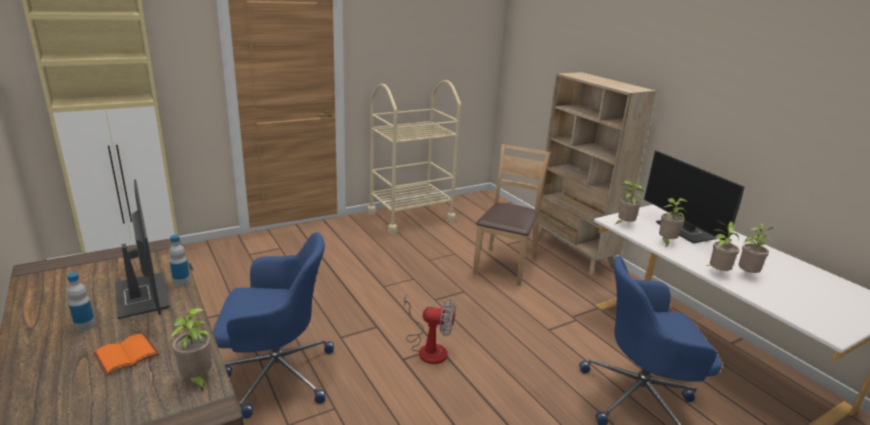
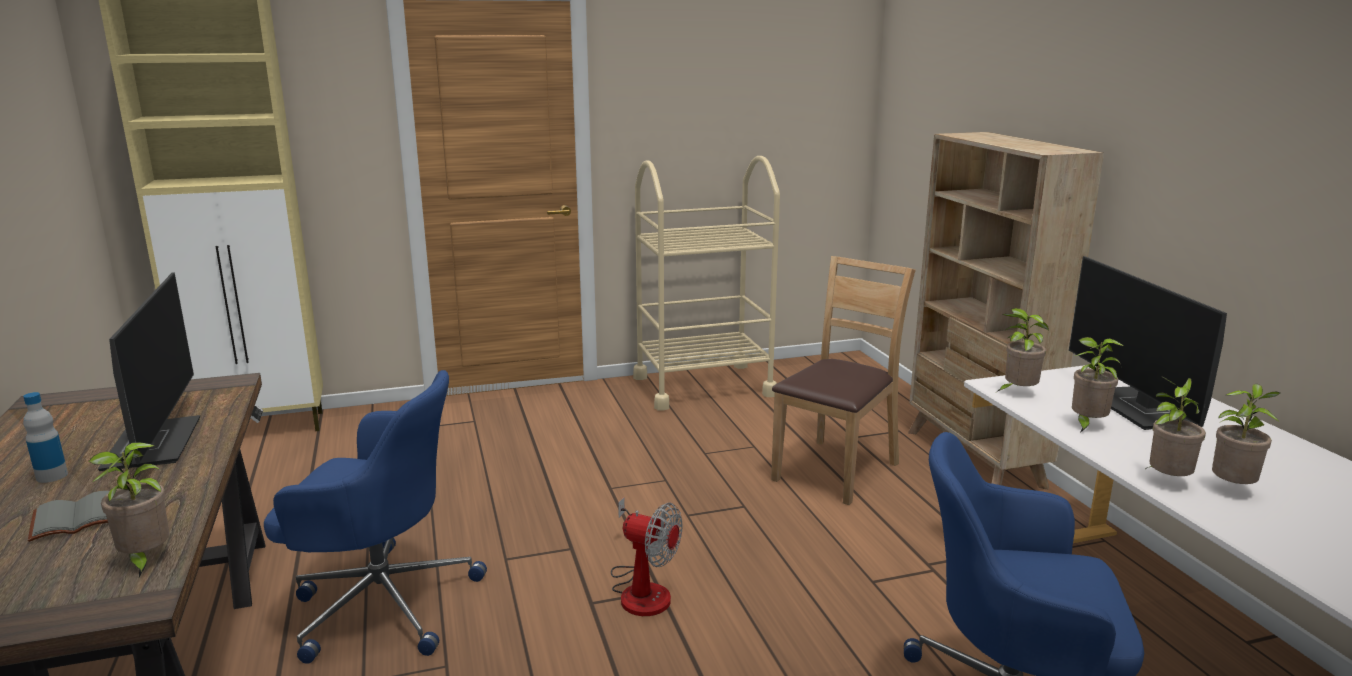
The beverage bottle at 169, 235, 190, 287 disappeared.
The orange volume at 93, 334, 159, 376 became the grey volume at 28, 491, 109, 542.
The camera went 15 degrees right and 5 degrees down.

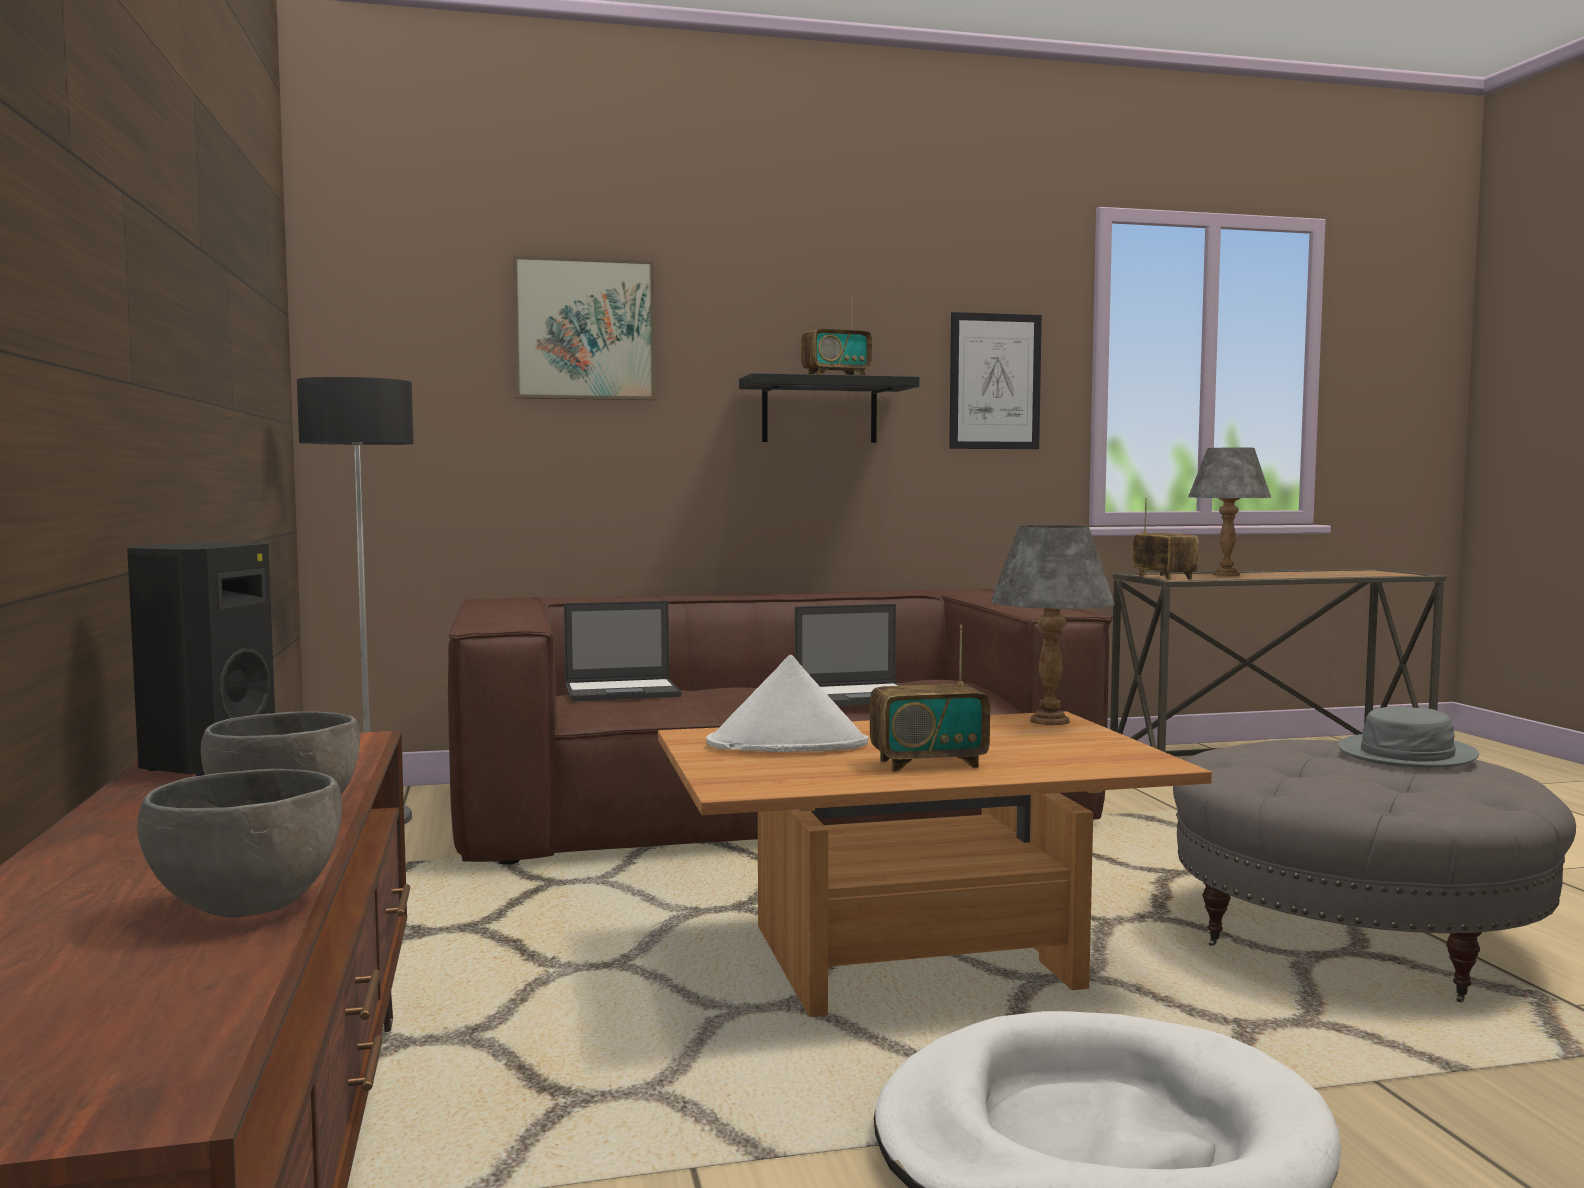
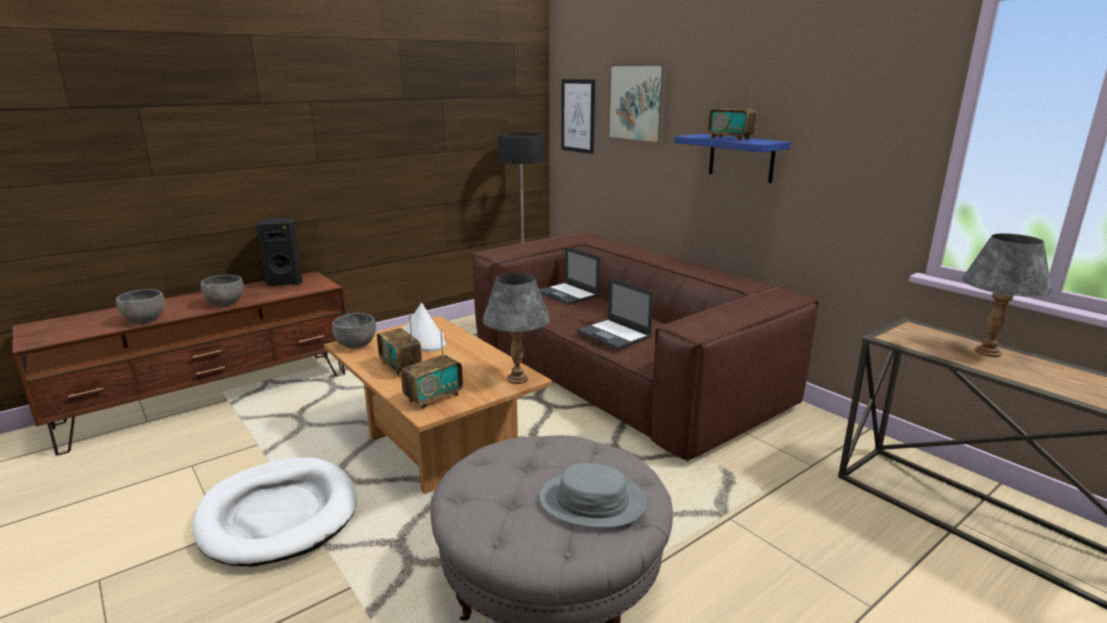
The wall picture moved from 950, 312, 1042, 449 to 561, 79, 595, 154.
The black-coloured wall shelf at 739, 373, 919, 443 became the bluish wall shelf at 674, 134, 790, 183.
The radio moved from 1133, 498, 1199, 580 to 401, 329, 463, 410.
The grey bowl at 332, 313, 376, 349 appeared.
The camera went 65 degrees right and 15 degrees up.

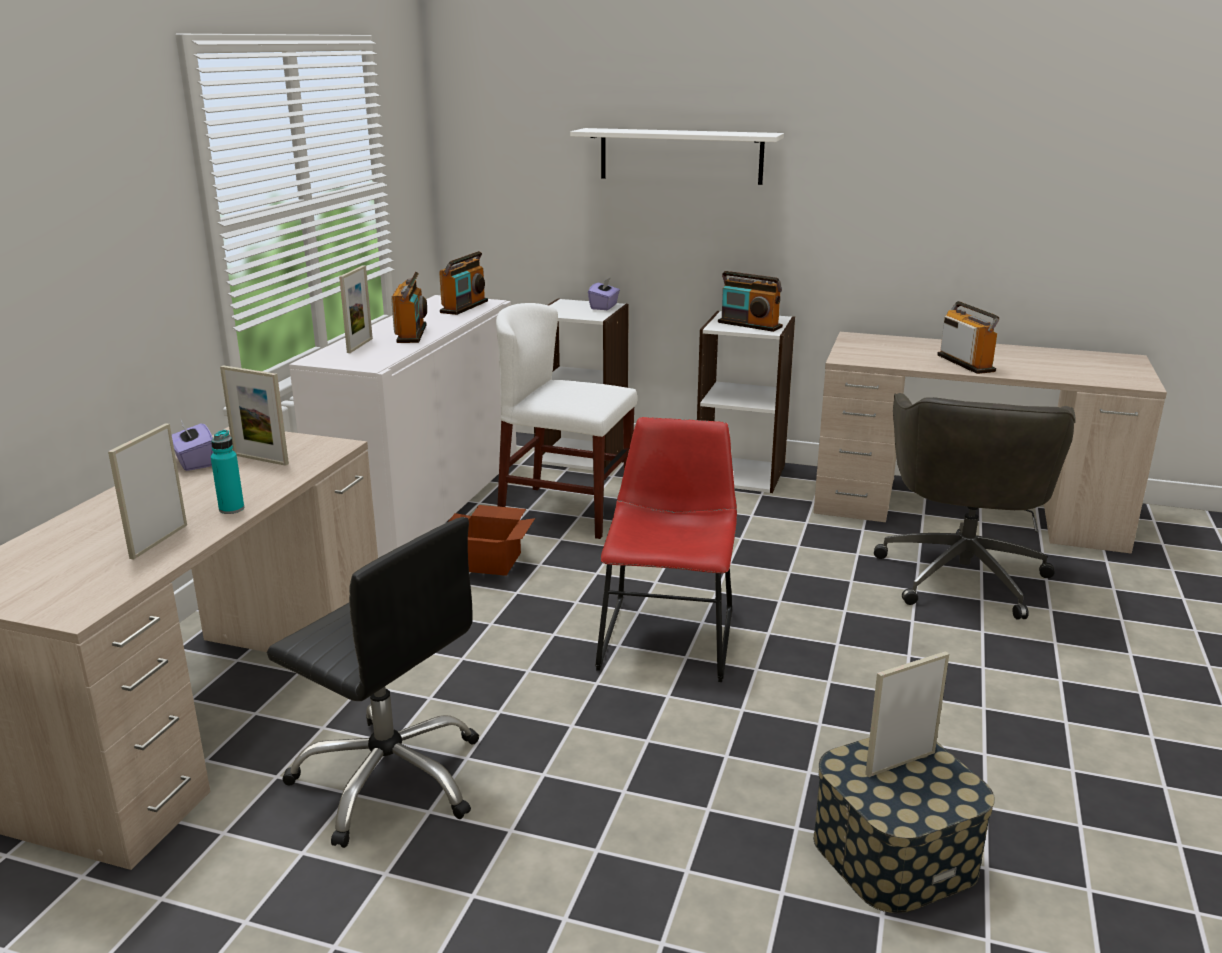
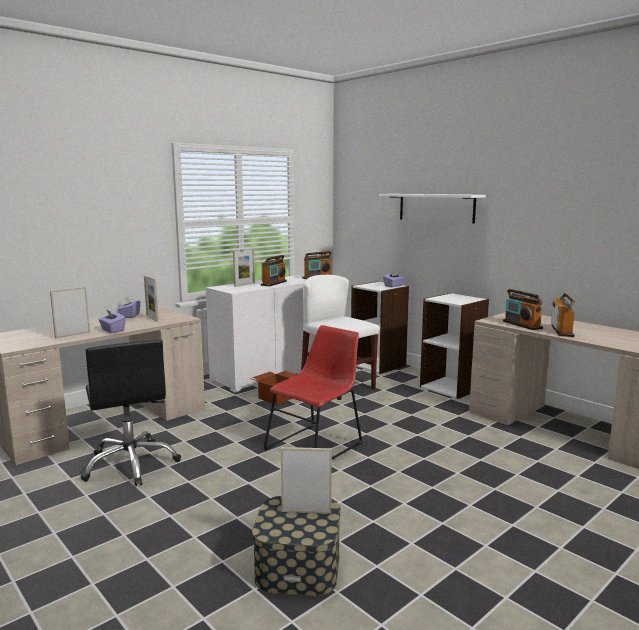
The radio moved from 718, 271, 783, 332 to 503, 289, 543, 330.
The grey desk chair at 874, 393, 1076, 620 disappeared.
The turquoise-coloured beverage bottle at 211, 430, 244, 514 was replaced by the purplish box of tissues at 99, 309, 126, 333.
The camera went 30 degrees right and 10 degrees down.

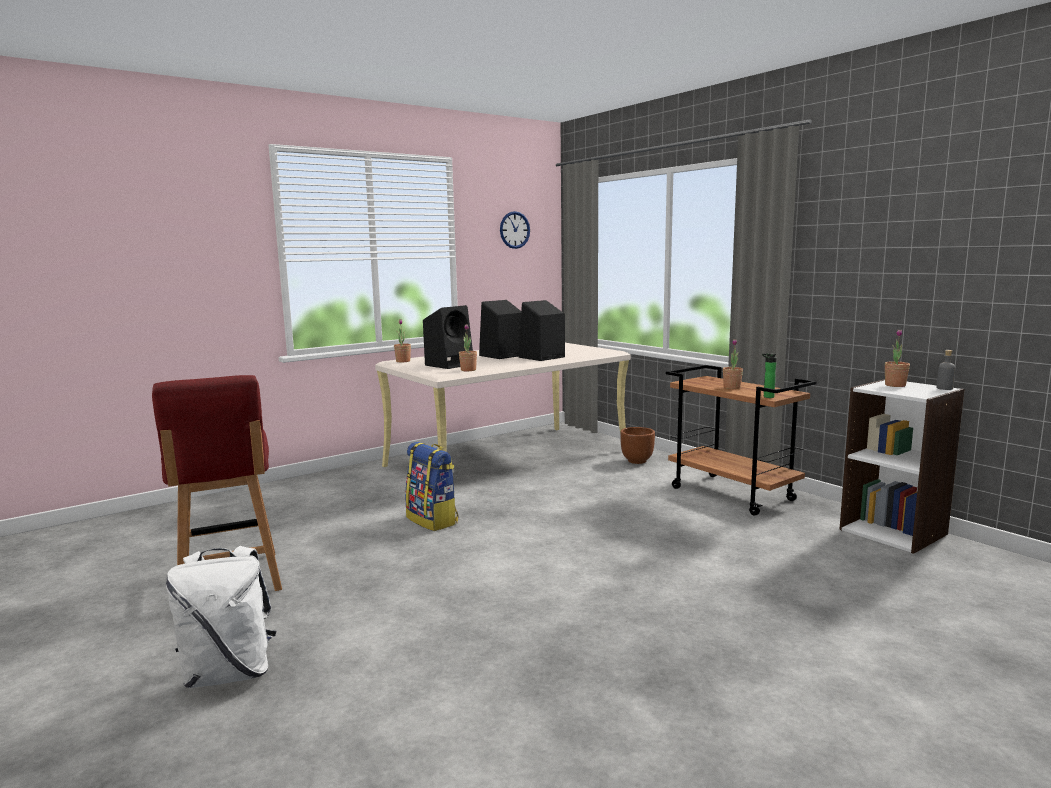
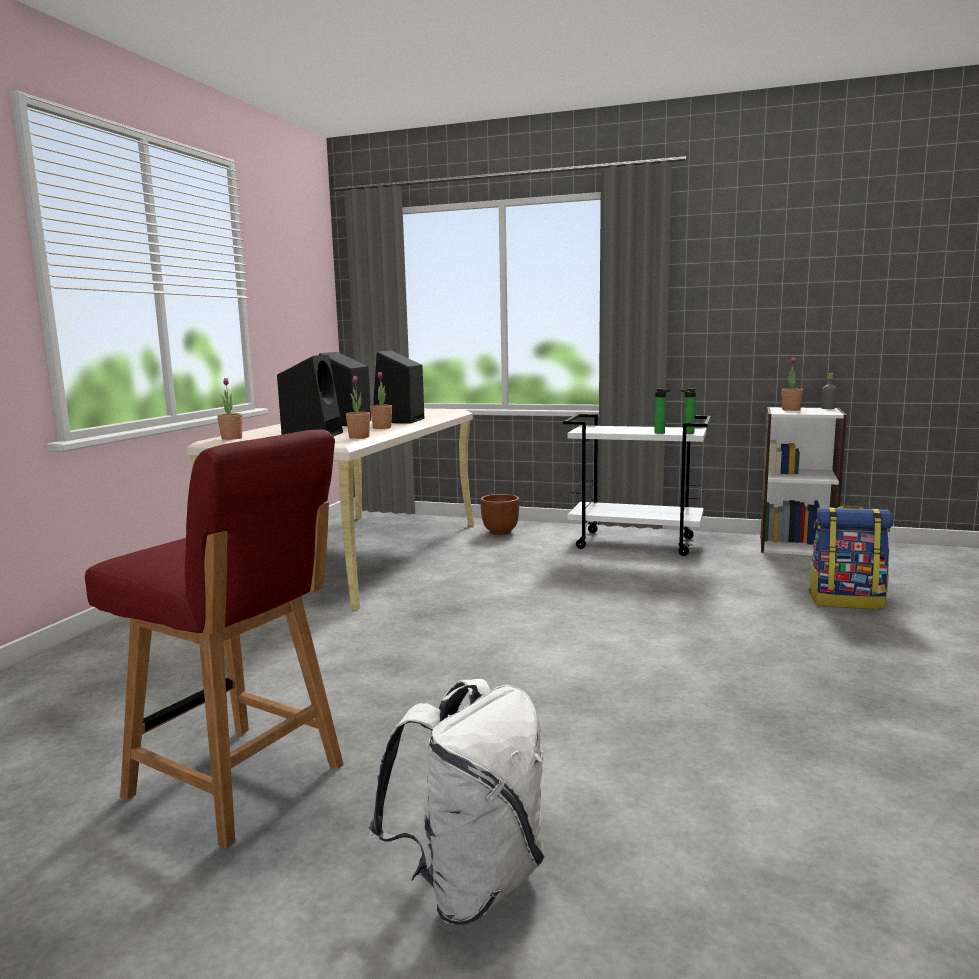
The hanging clock at 500, 211, 530, 249 disappeared.
The plant in a pot moved from 723, 339, 743, 389 to 370, 372, 392, 429.
The brownish cart at 666, 365, 817, 516 became the whitish cart at 563, 414, 711, 556.
The knapsack moved from 405, 442, 459, 531 to 809, 506, 893, 609.
The beverage bottle at 654, 389, 670, 434 appeared.
The camera went 35 degrees left and 0 degrees up.

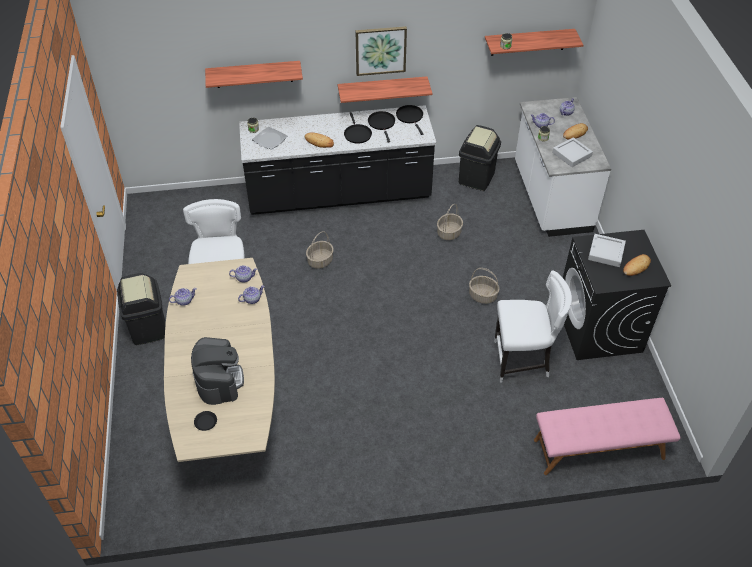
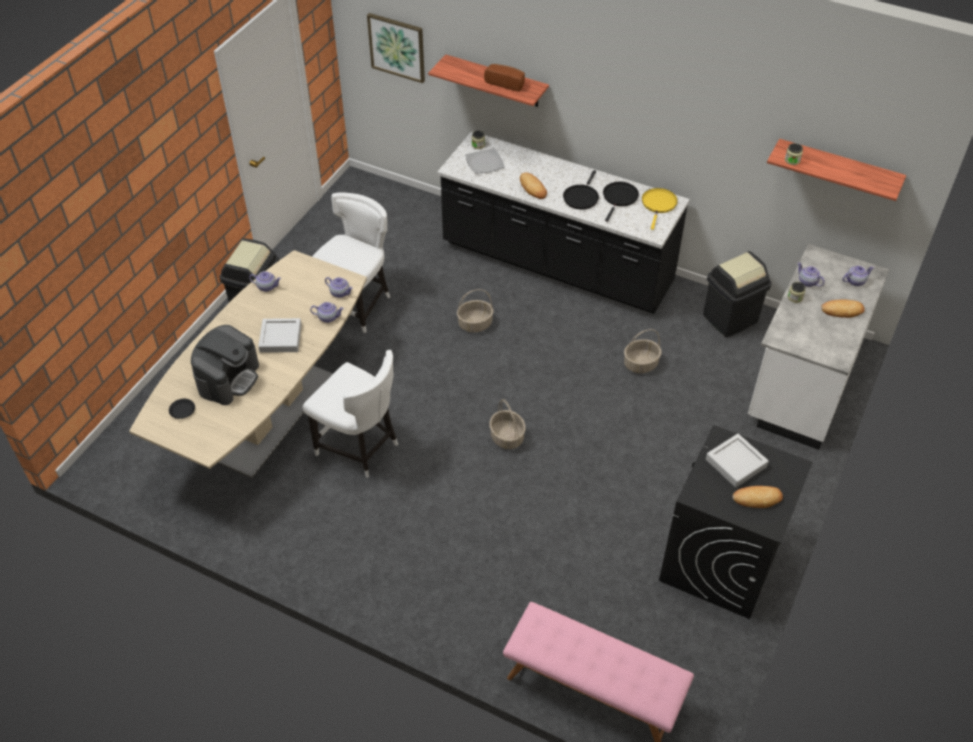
The wall picture moved from 356, 26, 407, 76 to 367, 13, 425, 83.
The wall shelf at 338, 76, 433, 103 disappeared.
The black-coloured pan at 396, 105, 423, 135 became the yellow pan at 642, 188, 678, 230.
The grey carrying tray moved from 552, 137, 593, 167 to 258, 318, 302, 353.
The basket moved from 469, 268, 500, 304 to 489, 399, 526, 449.
The whitish chair moved from 494, 270, 572, 383 to 303, 350, 398, 478.
The bakery bread at 484, 64, 525, 92 appeared.
The camera went 35 degrees right and 0 degrees up.

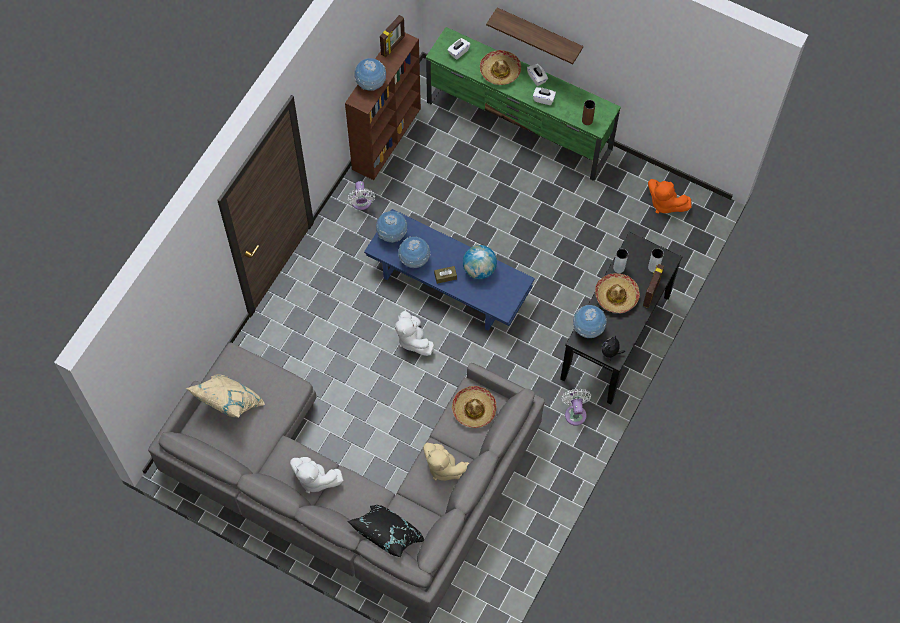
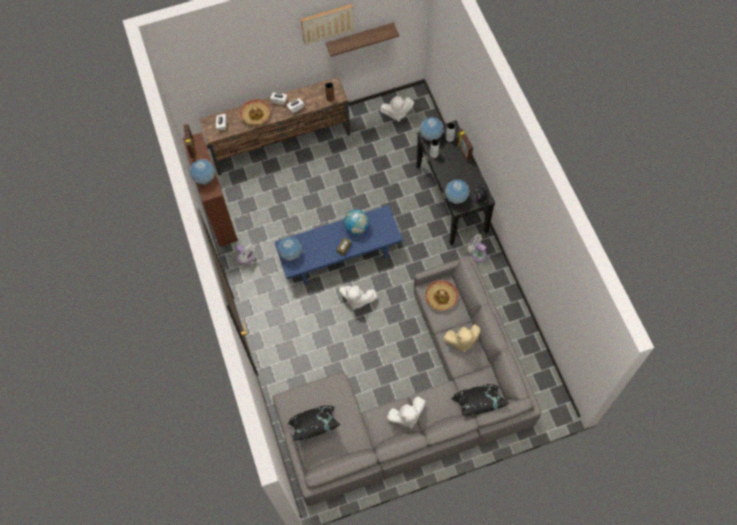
The wall shelf moved from 486, 8, 583, 64 to 326, 23, 399, 57.
The green-coloured tv stand at 426, 27, 621, 181 became the brownish tv stand at 199, 77, 351, 176.
The orange plush toy at 648, 179, 692, 214 became the whitish plush toy at 380, 96, 414, 122.
The globe moved from 398, 237, 431, 268 to 420, 117, 444, 141.
The hat at 595, 273, 640, 313 disappeared.
The sand-coloured pillow at 186, 374, 265, 417 became the black-coloured pillow at 288, 405, 341, 440.
The wall picture at 301, 4, 354, 44 appeared.
The camera went 45 degrees left and 0 degrees up.

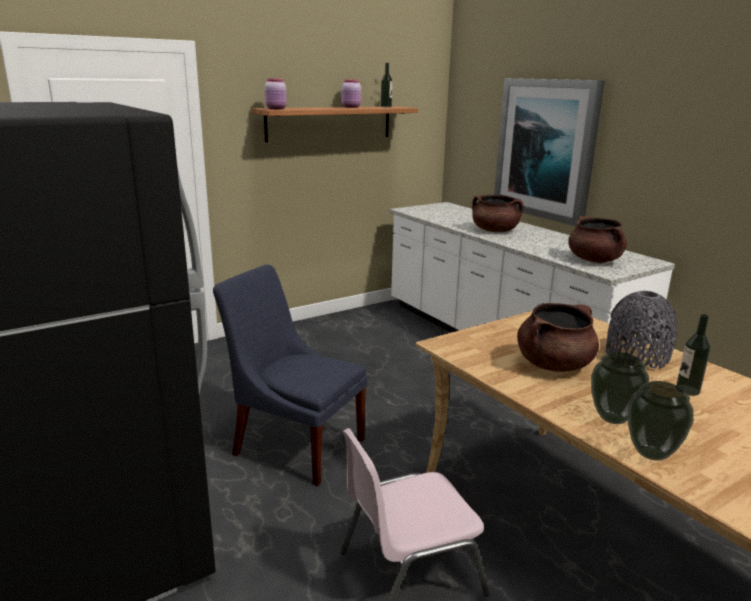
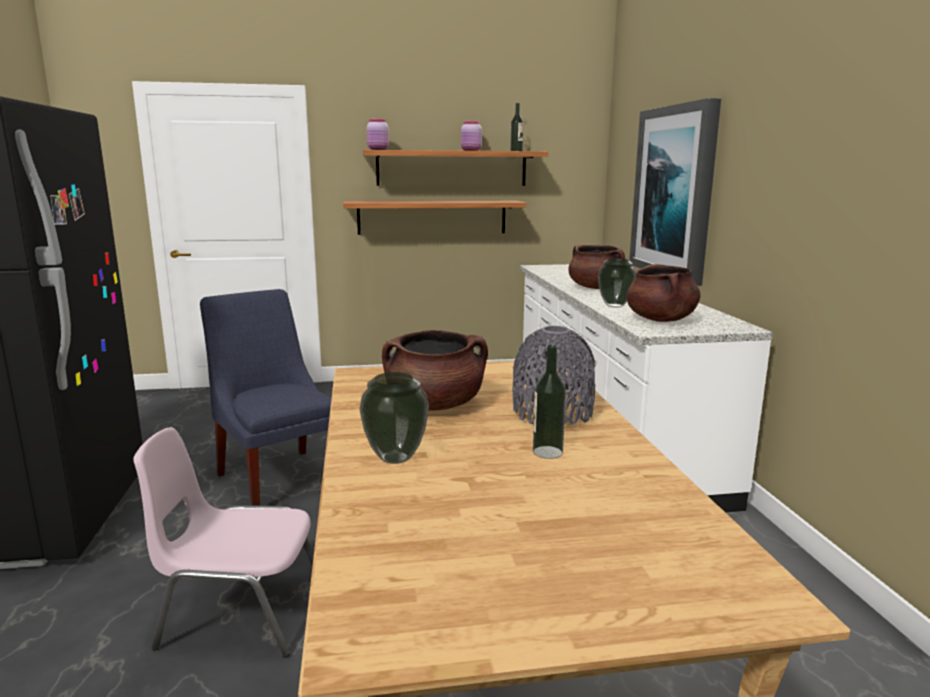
The flower vase moved from 628, 381, 694, 461 to 598, 258, 636, 308.
The wall shelf at 343, 201, 526, 235 appeared.
The camera went 25 degrees right and 5 degrees down.

